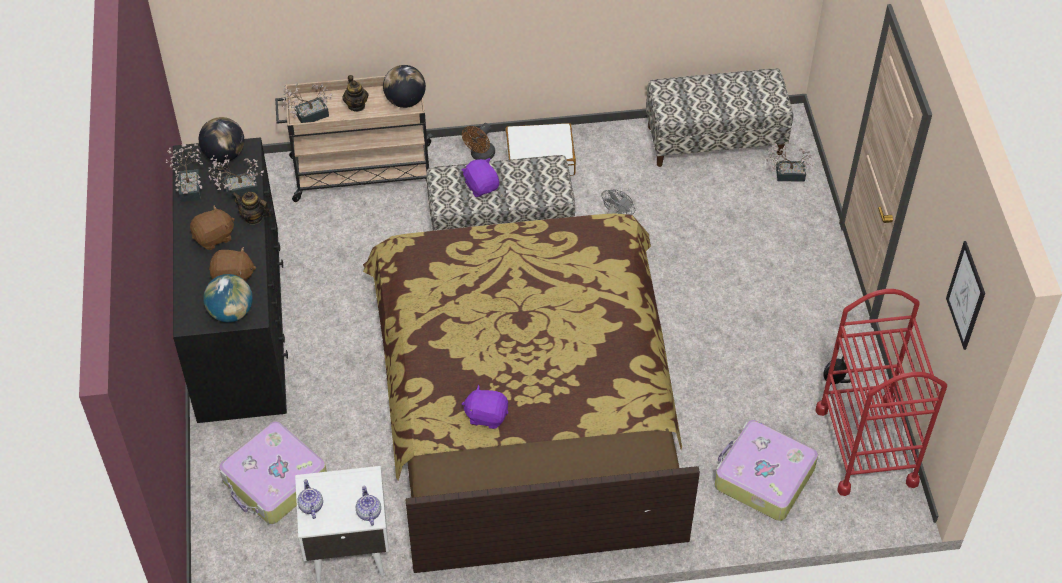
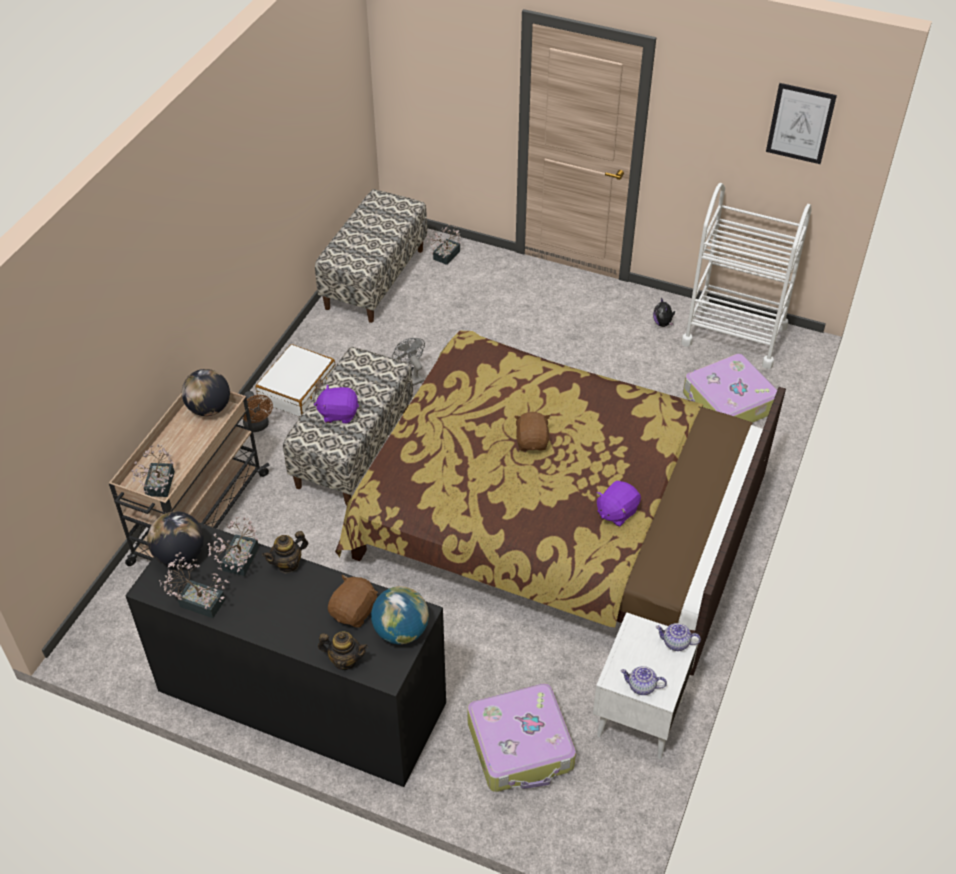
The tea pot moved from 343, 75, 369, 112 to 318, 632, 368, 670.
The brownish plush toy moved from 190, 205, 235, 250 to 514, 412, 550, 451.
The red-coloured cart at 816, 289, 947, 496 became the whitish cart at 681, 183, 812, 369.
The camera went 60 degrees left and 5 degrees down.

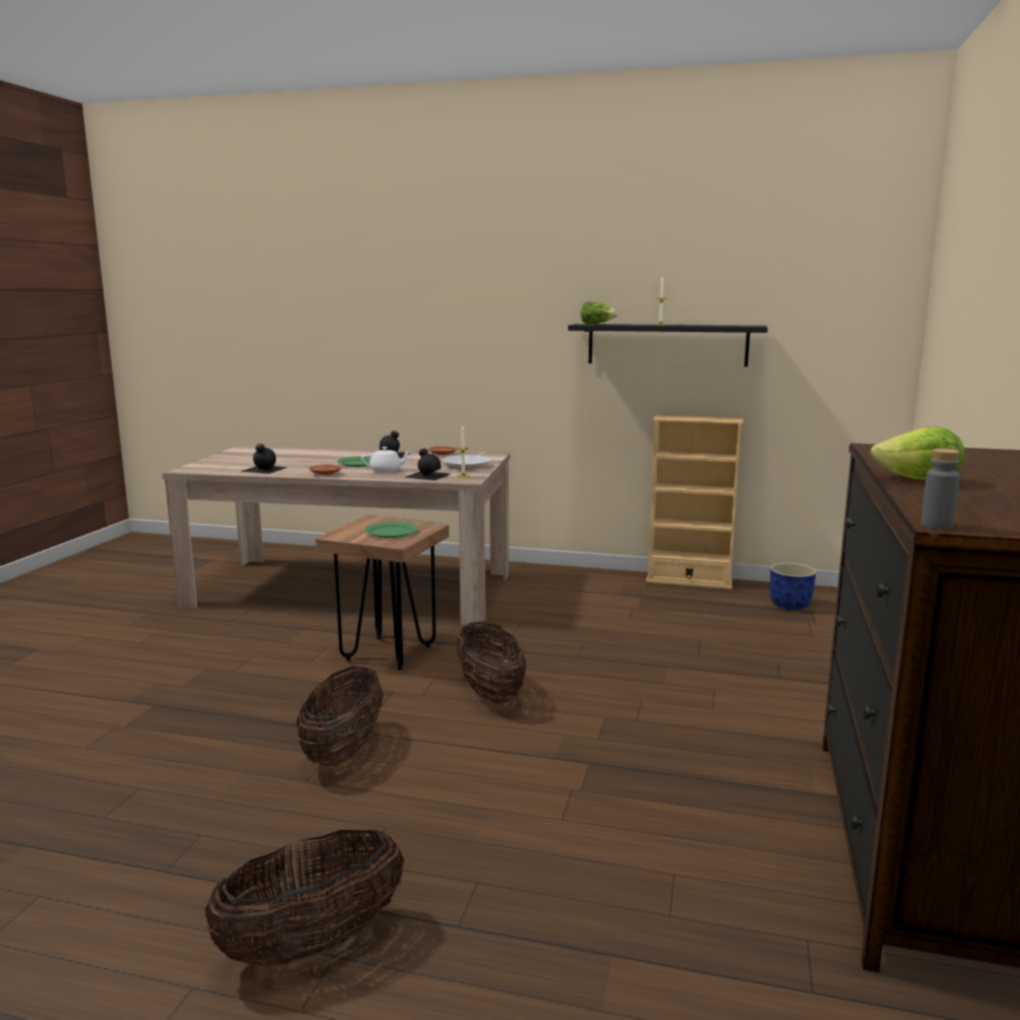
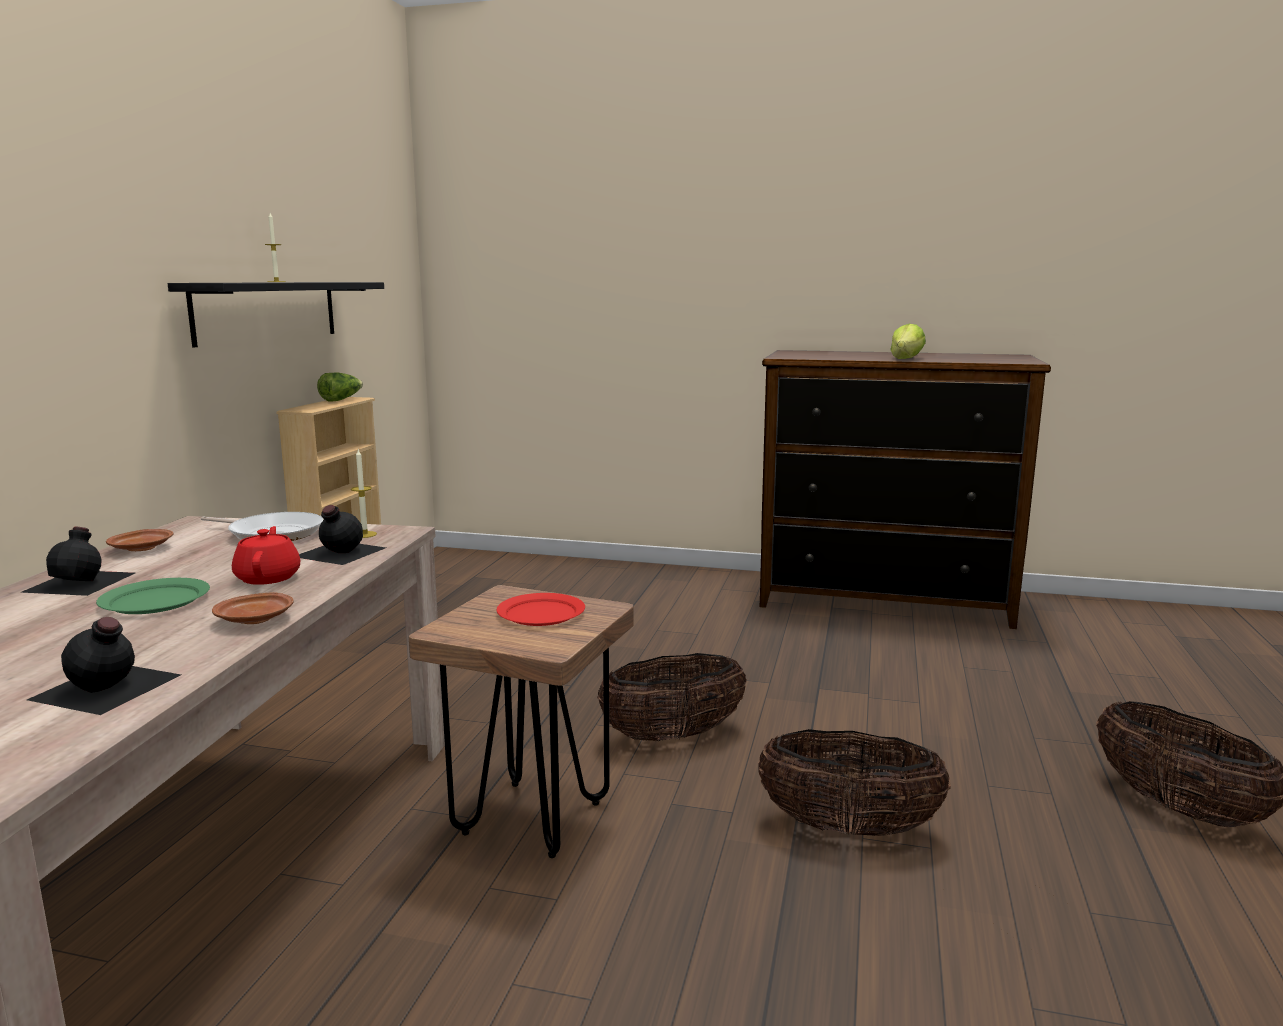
The head of lettuce moved from 581, 302, 619, 324 to 317, 372, 363, 401.
The whitish tea pot at 361, 447, 411, 473 became the red-coloured tea pot at 232, 526, 300, 585.
The grey beverage bottle at 921, 449, 960, 529 disappeared.
The green-coloured plate at 365, 522, 418, 538 became the red-coloured plate at 496, 593, 585, 626.
The bluish flower pot at 770, 563, 816, 610 disappeared.
The camera went 90 degrees left and 0 degrees up.

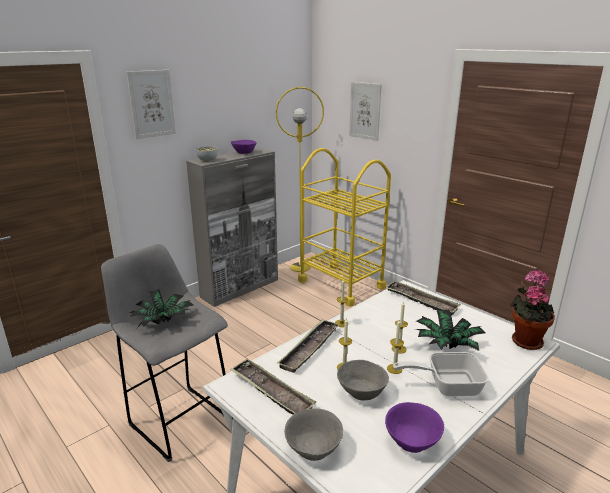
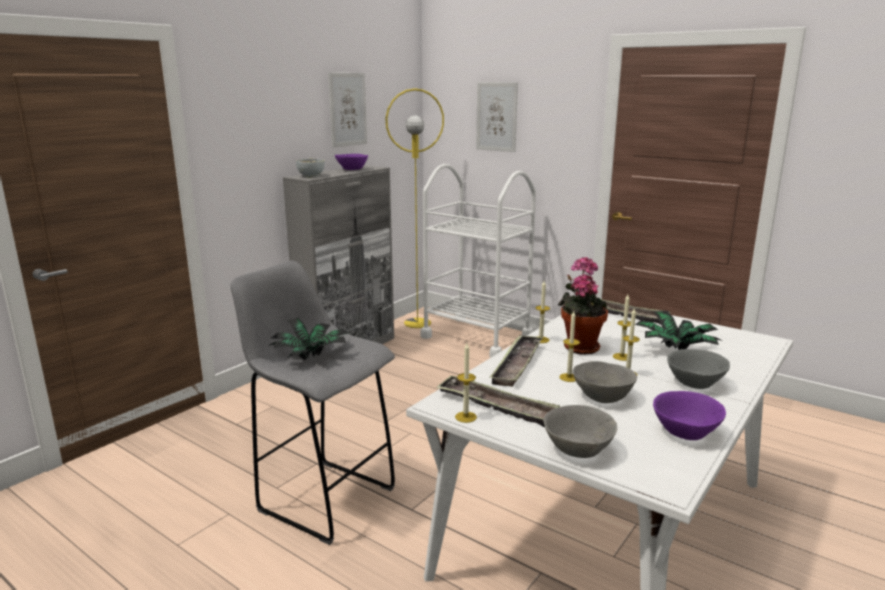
The wall picture moved from 126, 70, 176, 139 to 328, 73, 367, 148.
The yellow cart at 298, 148, 391, 306 became the whitish cart at 420, 164, 536, 358.
The plant in a pot moved from 510, 270, 555, 350 to 558, 257, 608, 354.
The pan at 393, 352, 489, 396 was replaced by the grey bowl at 667, 349, 730, 389.
The wax light at 455, 343, 477, 423 appeared.
The camera went 10 degrees left and 5 degrees down.

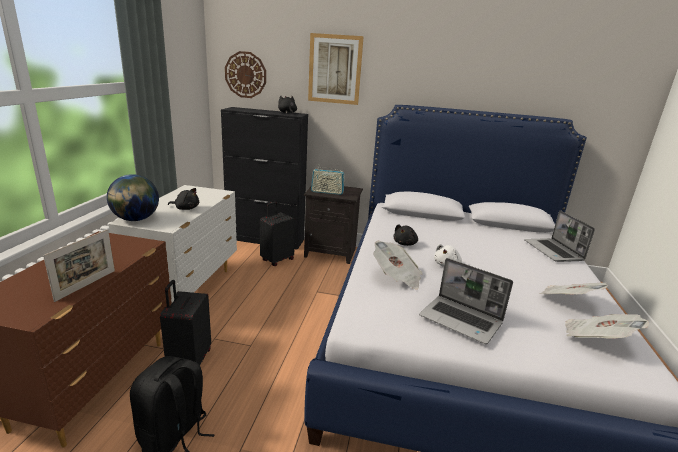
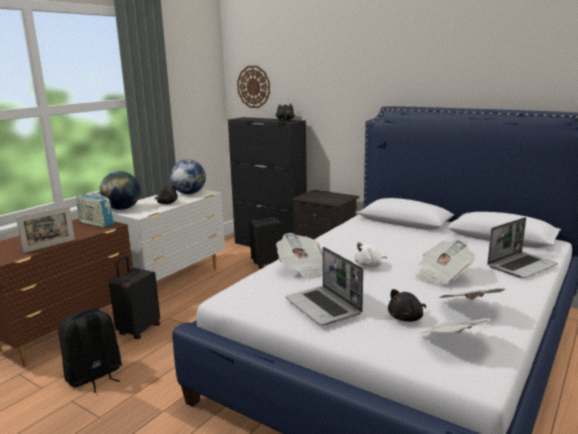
The wall picture at 308, 33, 364, 105 disappeared.
The radio moved from 311, 168, 345, 195 to 76, 189, 114, 228.
The portable computer at 524, 210, 595, 262 turned 135 degrees counterclockwise.
The black-coloured plush toy moved from 393, 224, 418, 246 to 388, 289, 426, 322.
The globe at 170, 159, 206, 194 appeared.
The newspaper at 415, 240, 475, 285 appeared.
The camera went 25 degrees right and 5 degrees down.

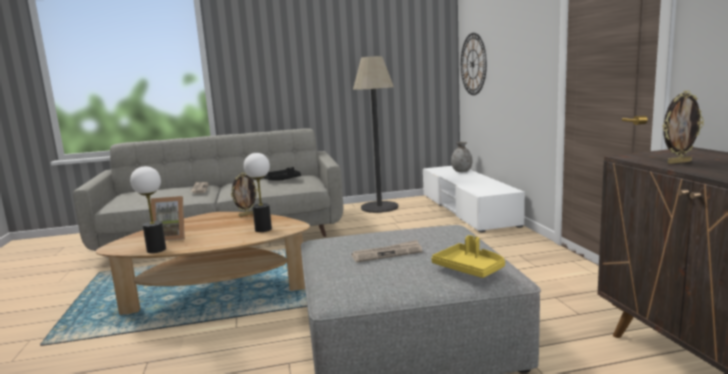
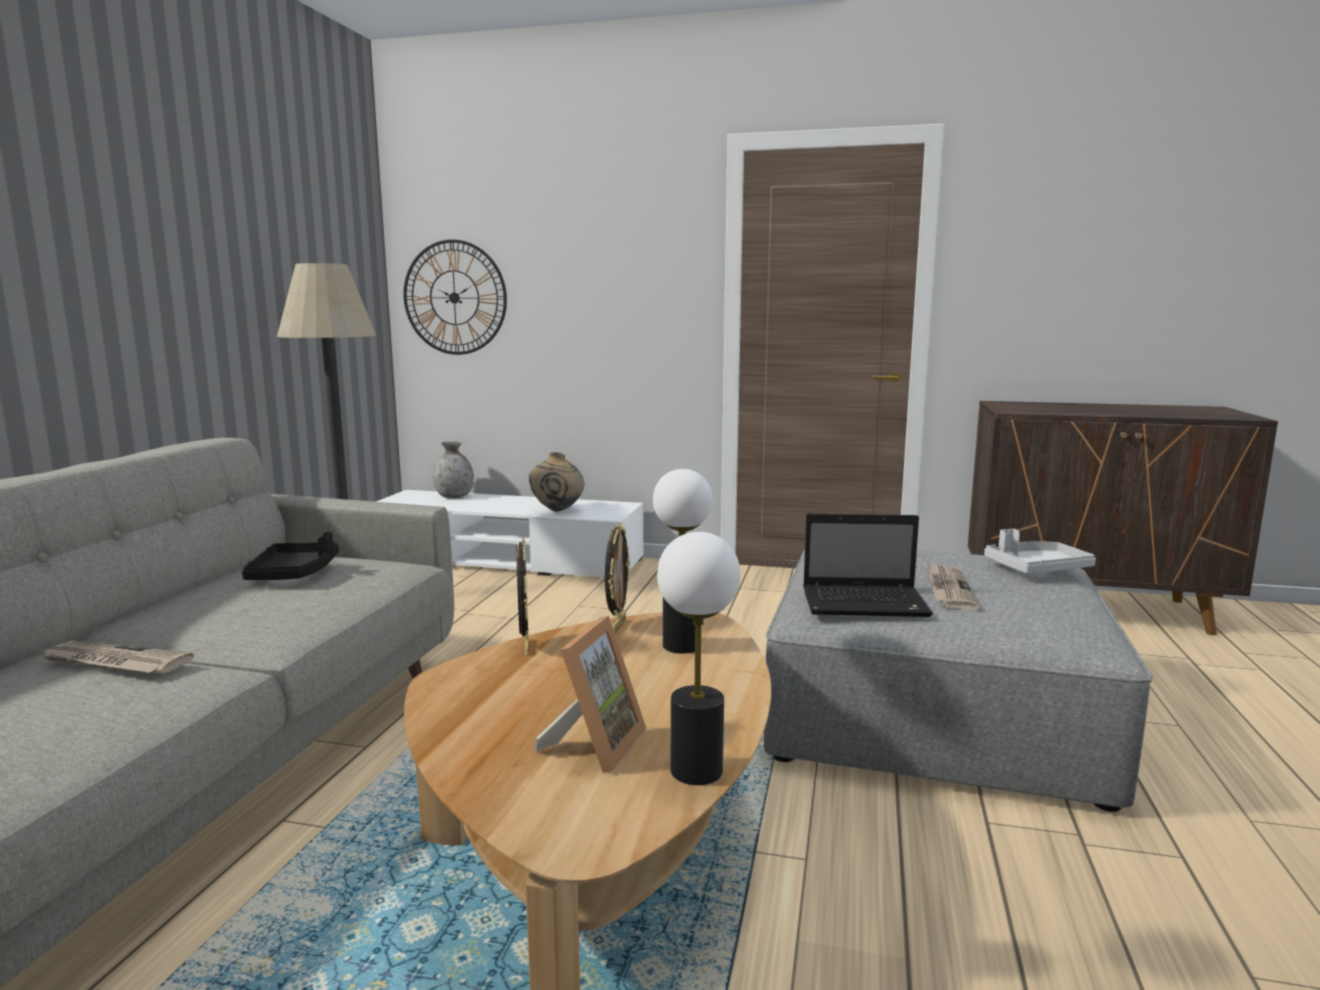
The standing frame moved from 663, 90, 704, 164 to 605, 523, 630, 633.
The yellow carrying tray at 431, 235, 505, 278 became the grey carrying tray at 984, 529, 1096, 574.
The sand-coloured flower vase at 529, 452, 584, 512 appeared.
The portable computer at 803, 514, 933, 617 appeared.
The camera went 65 degrees left and 0 degrees up.

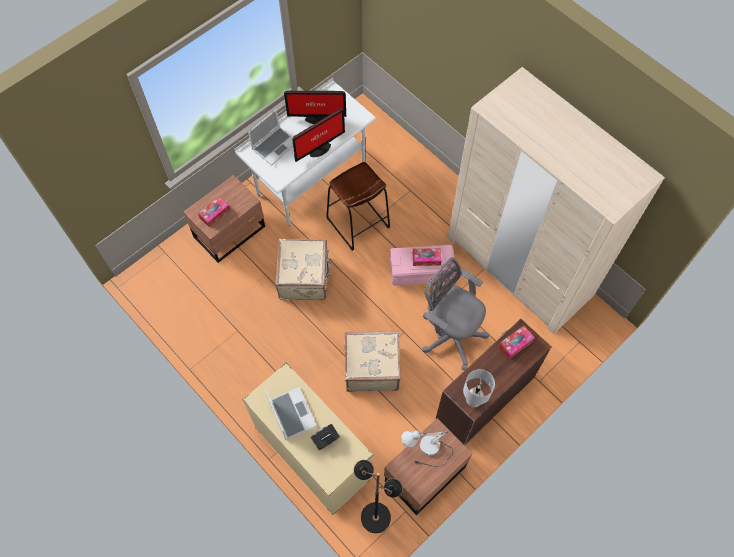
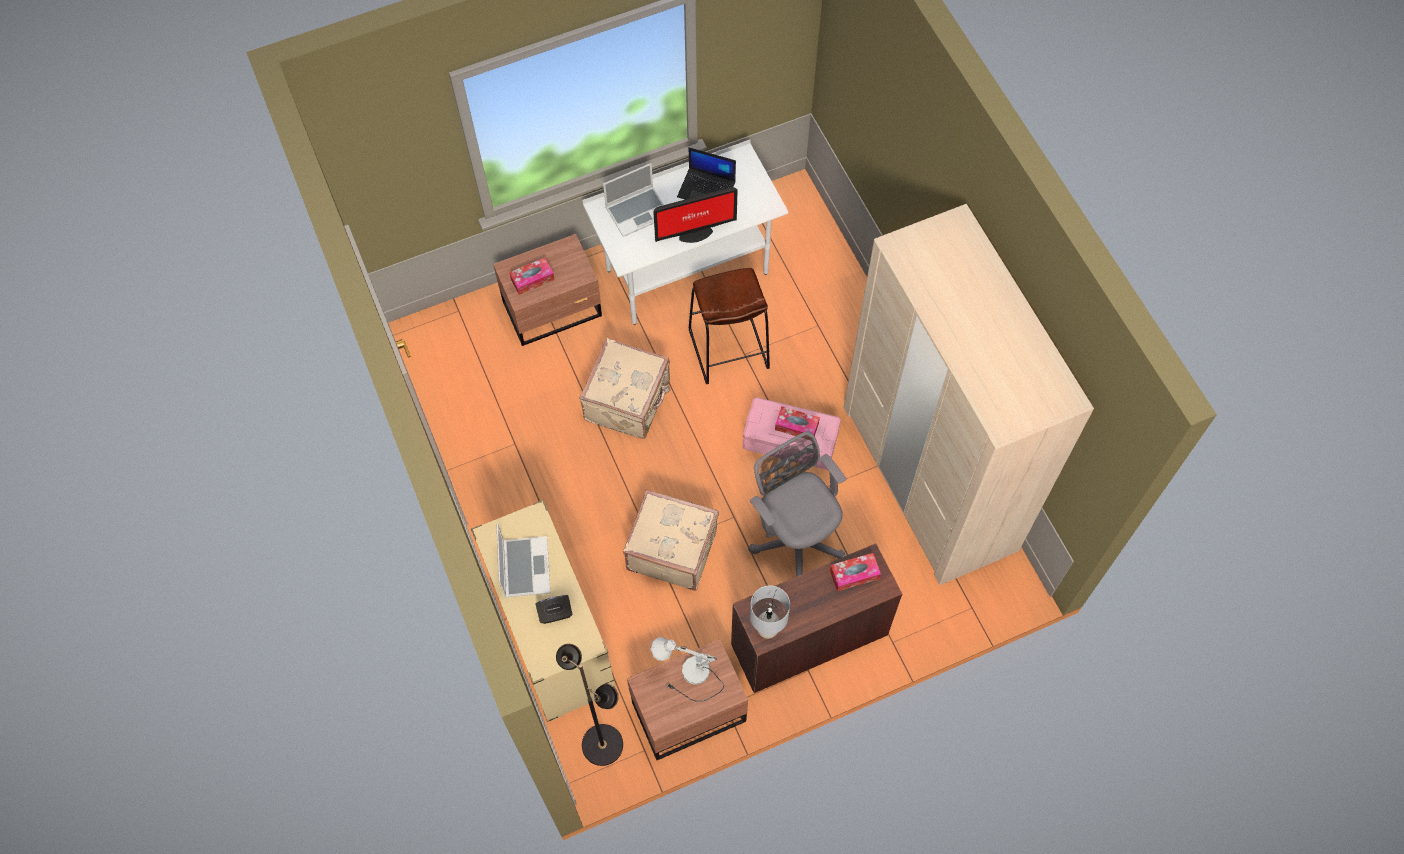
The computer screen at 284, 91, 347, 124 was replaced by the portable computer at 677, 147, 736, 199.
The camera went 20 degrees right and 0 degrees up.

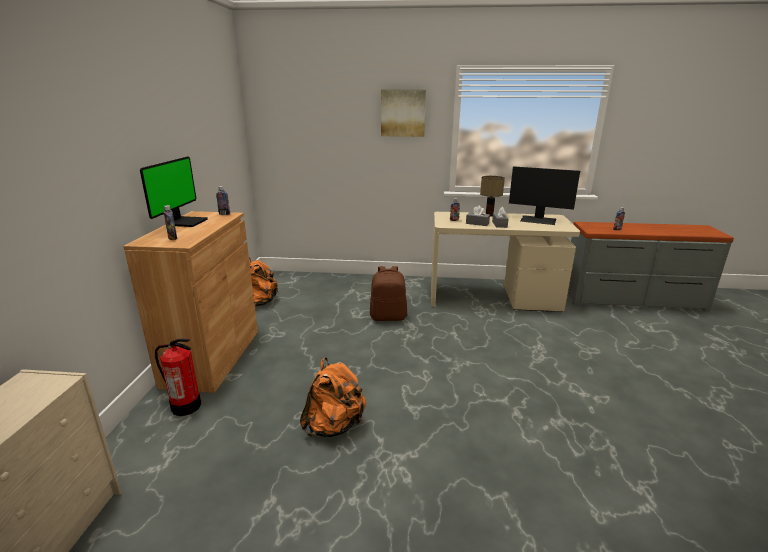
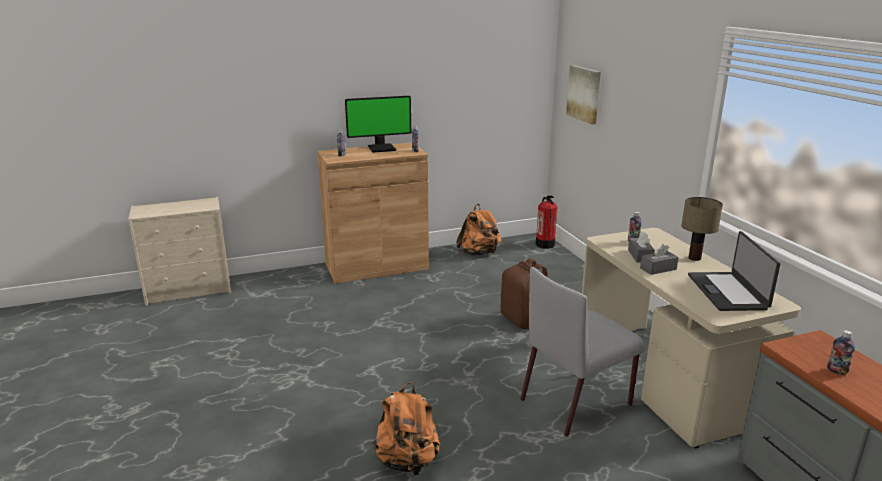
The wall picture moved from 381, 89, 426, 137 to 566, 65, 601, 124.
The computer screen at 509, 166, 580, 225 was replaced by the portable computer at 688, 231, 781, 311.
The fire extinguisher moved from 155, 338, 201, 416 to 536, 196, 557, 249.
The orange knapsack moved from 300, 357, 366, 437 to 372, 382, 440, 476.
The grey chair at 520, 267, 645, 437 appeared.
The camera went 65 degrees right and 0 degrees up.

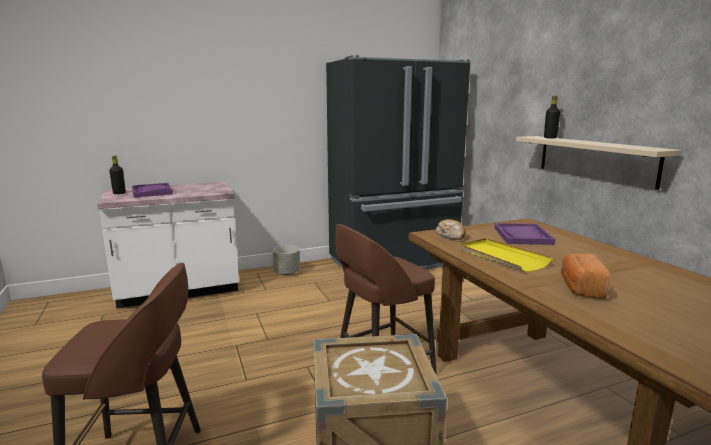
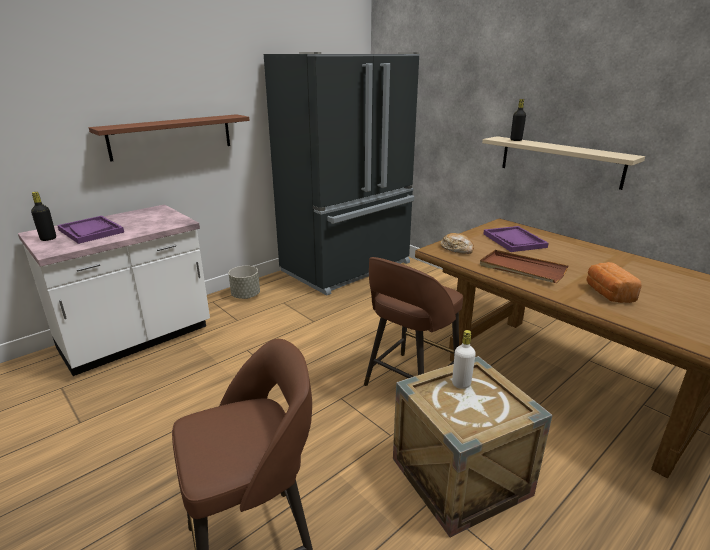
The yellow carrying tray at 459, 238, 554, 272 became the brownish carrying tray at 480, 250, 569, 283.
The brownish wall shelf at 89, 114, 250, 162 appeared.
The whitish beverage bottle at 452, 330, 476, 389 appeared.
The camera went 20 degrees left and 10 degrees up.

